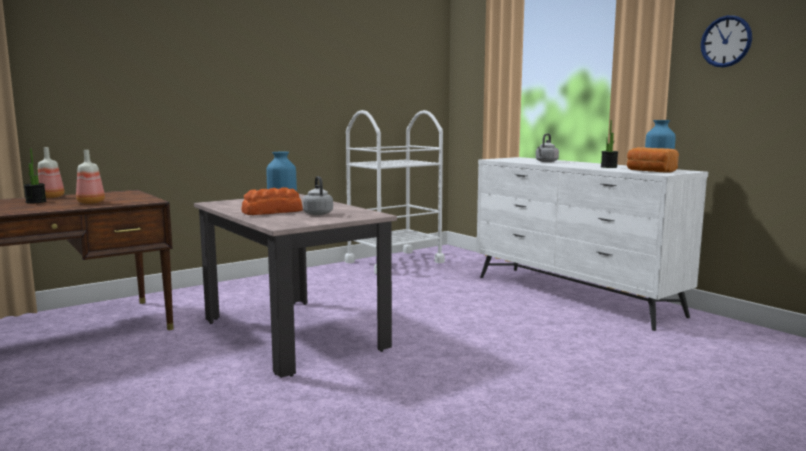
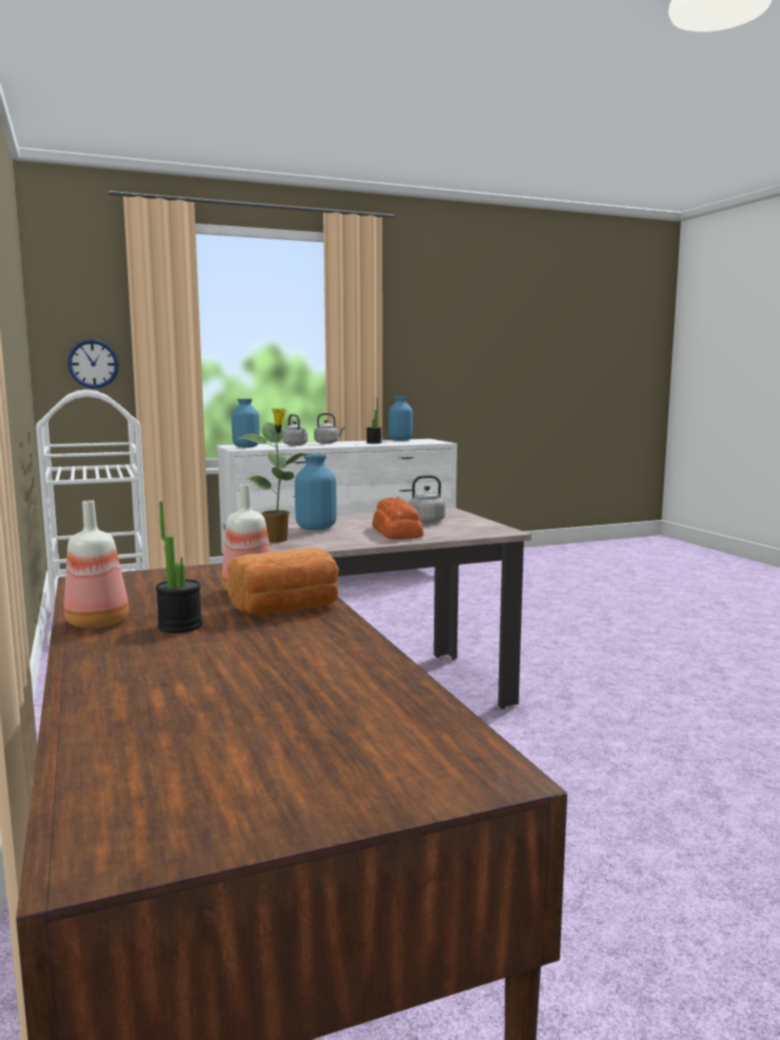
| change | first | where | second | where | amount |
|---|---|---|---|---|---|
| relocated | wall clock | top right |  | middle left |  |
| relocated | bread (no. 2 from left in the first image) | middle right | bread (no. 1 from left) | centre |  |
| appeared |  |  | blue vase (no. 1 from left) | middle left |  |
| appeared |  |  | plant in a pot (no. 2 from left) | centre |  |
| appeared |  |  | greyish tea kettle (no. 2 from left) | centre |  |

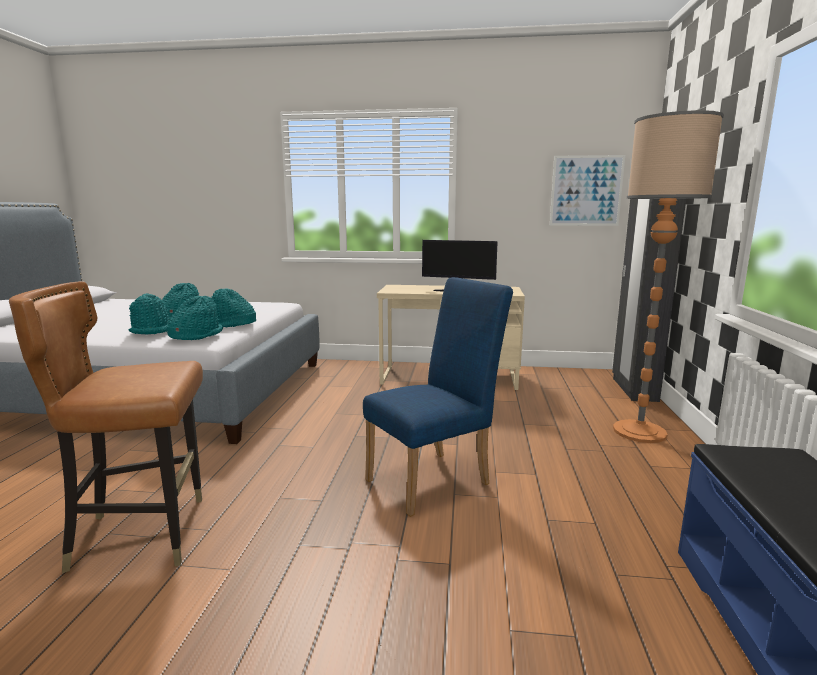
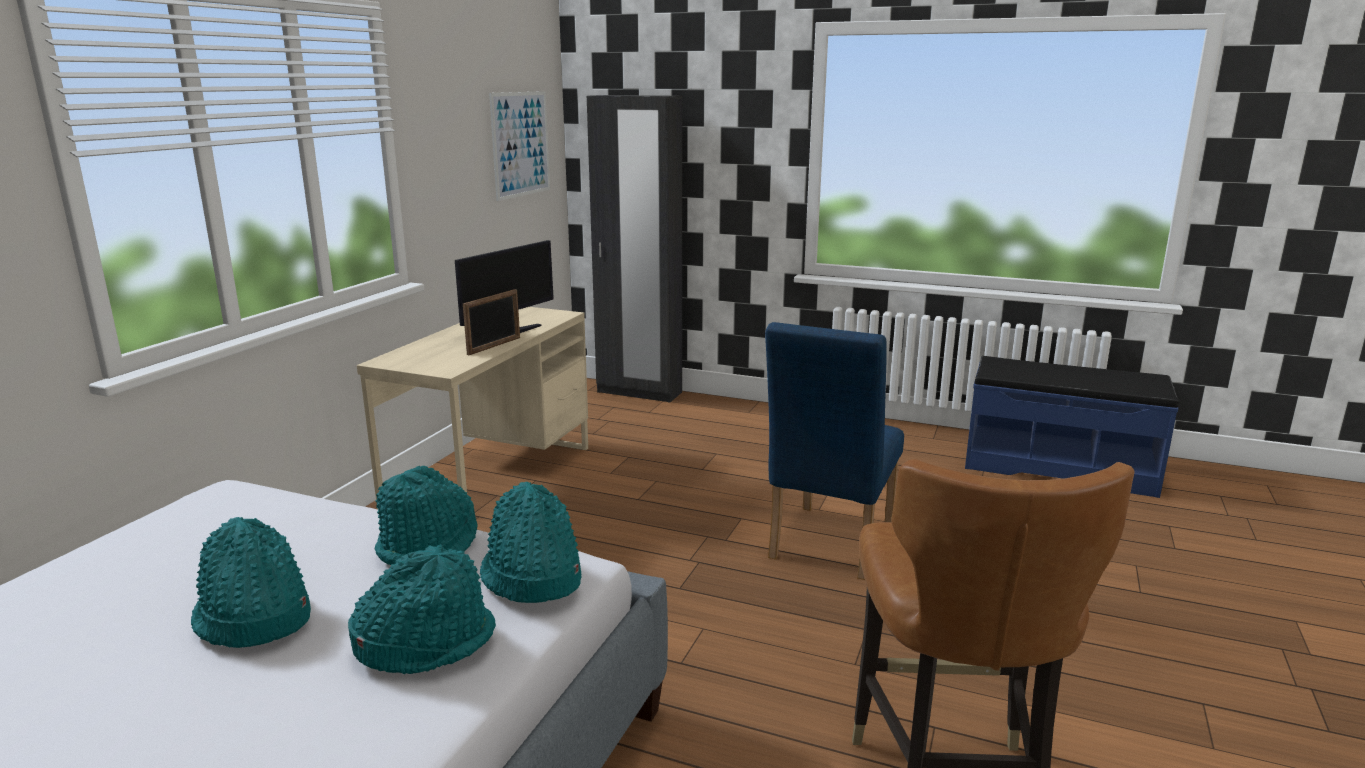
| change | first | where | second | where | amount |
|---|---|---|---|---|---|
| appeared |  |  | photo frame | centre |  |
| spun | blue plain chair | centre |  | centre | 135 degrees counterclockwise |
| missing | standing lamp | middle right |  |  |  |

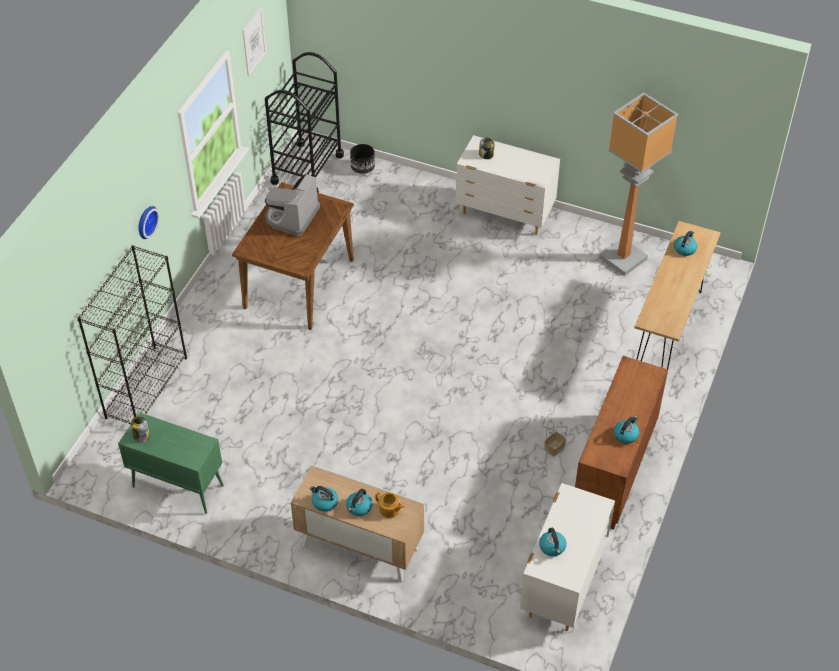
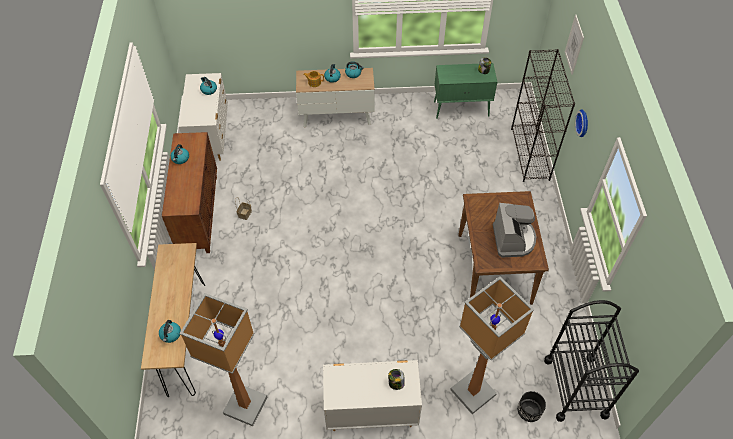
| change | first | where | second | where | amount |
|---|---|---|---|---|---|
| appeared |  |  | standing lamp (no. 2 from left) | bottom right |  |
| relocated | wall art | top left |  | top right |  |

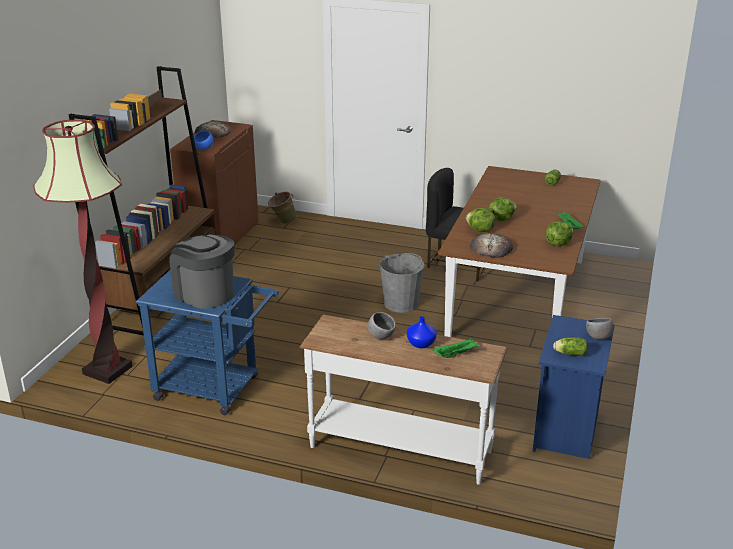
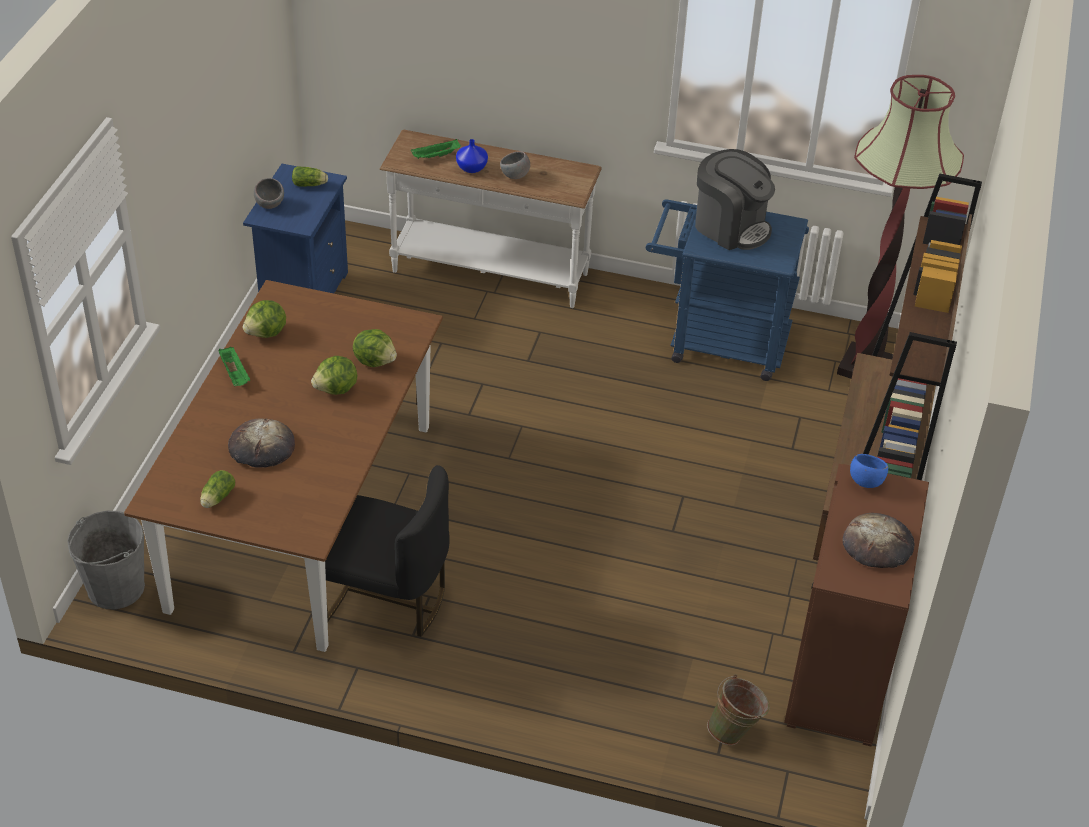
| change | first | where | second | where | amount |
|---|---|---|---|---|---|
| relocated | greyish bucket | centre |  | bottom left |  |
| relocated | bread (no. 2 from left in the first image) | middle right | bread (no. 1 from left) | middle left |  |

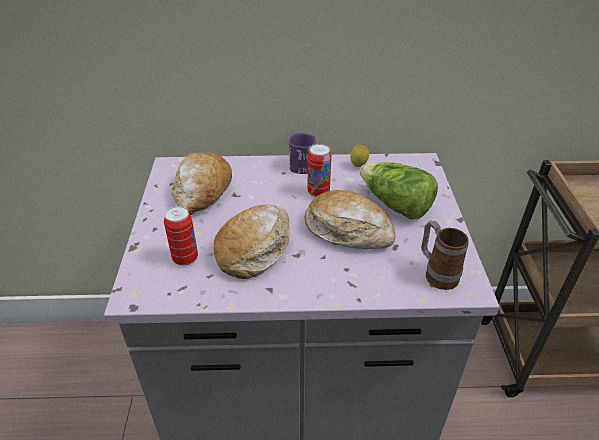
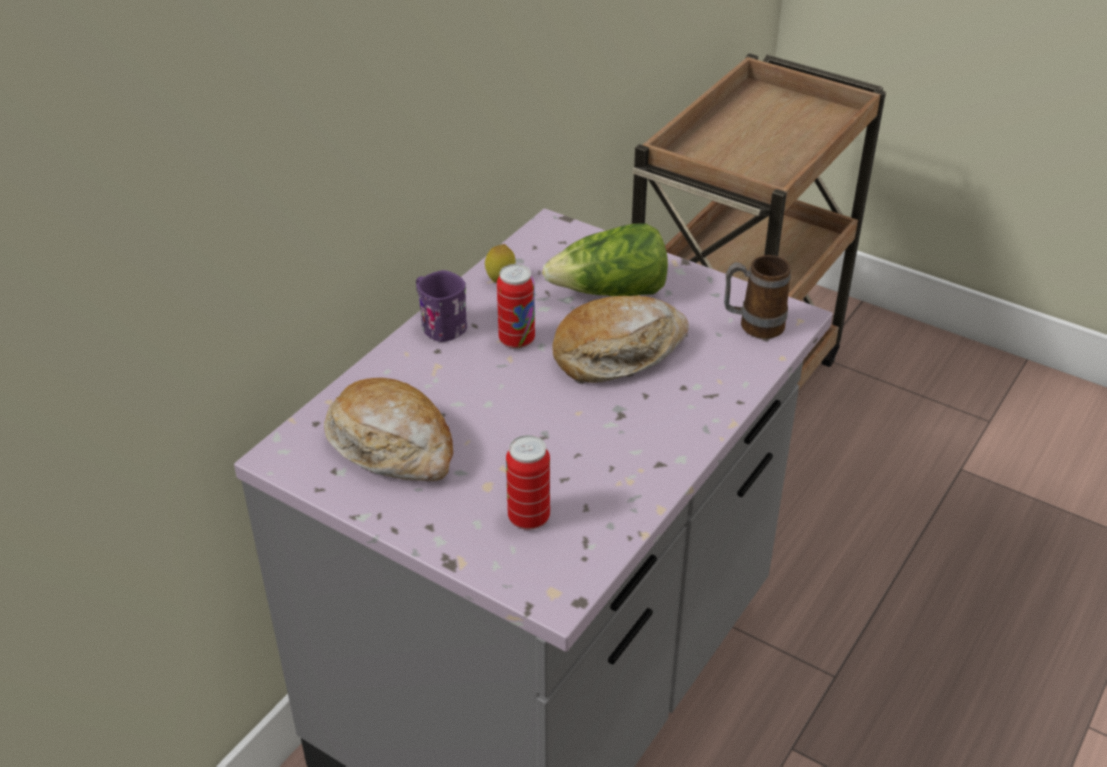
| change | first | where | second | where | amount |
|---|---|---|---|---|---|
| missing | bread (no. 2 from left) | centre |  |  |  |

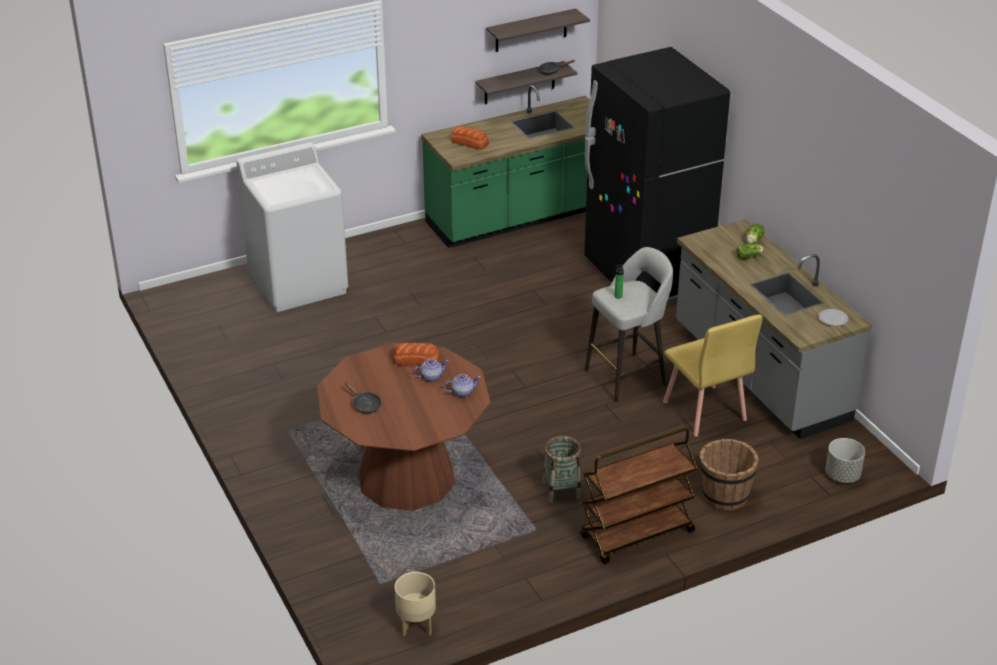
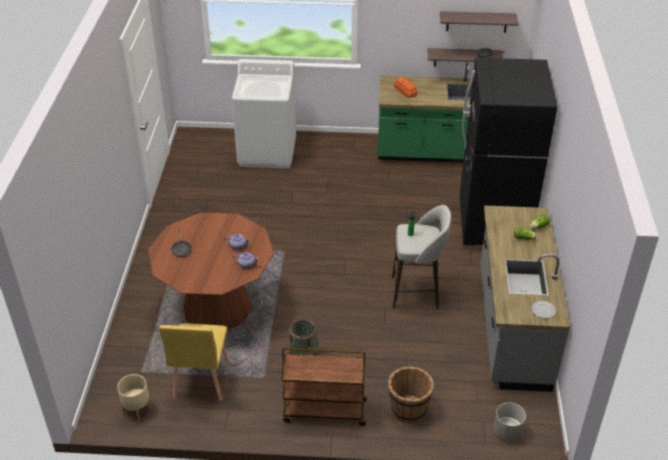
| change | first | where | second | where | amount |
|---|---|---|---|---|---|
| relocated | yellowish plain chair | middle right |  | bottom left |  |
| missing | bread (no. 1 from left) | centre |  |  |  |

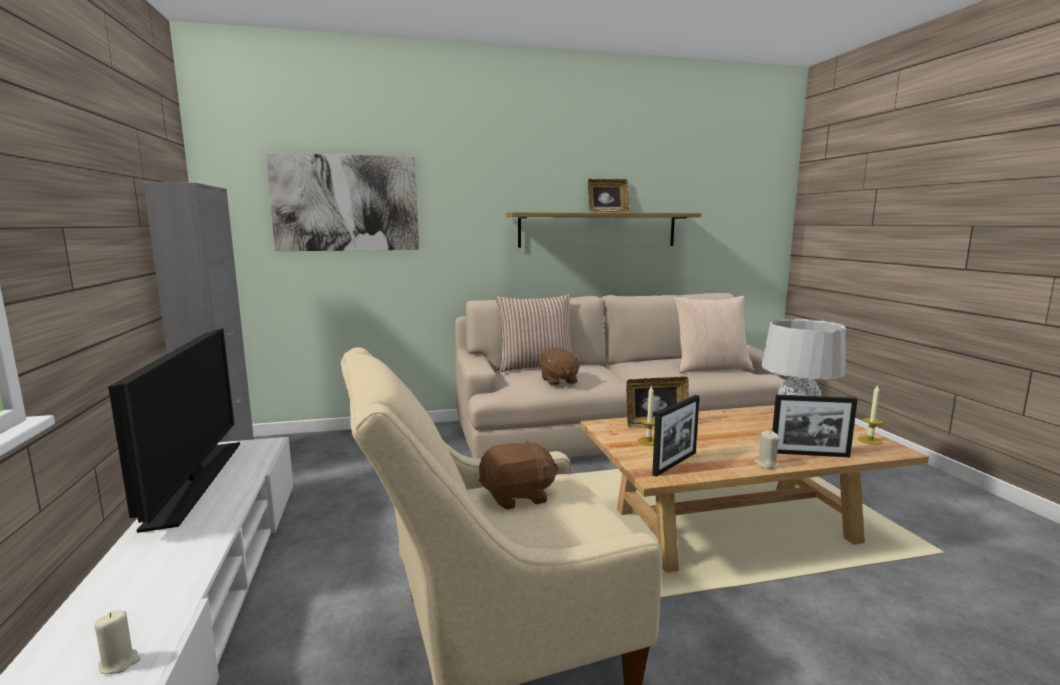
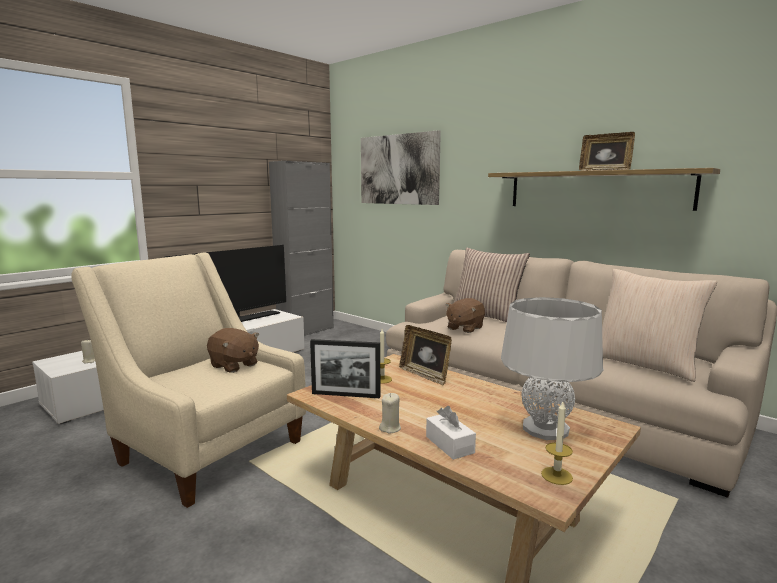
| change | first | where | second | where | amount |
|---|---|---|---|---|---|
| exchanged | photo frame (no. 4 from left) | middle right | whitish tissue box | bottom centre |  |

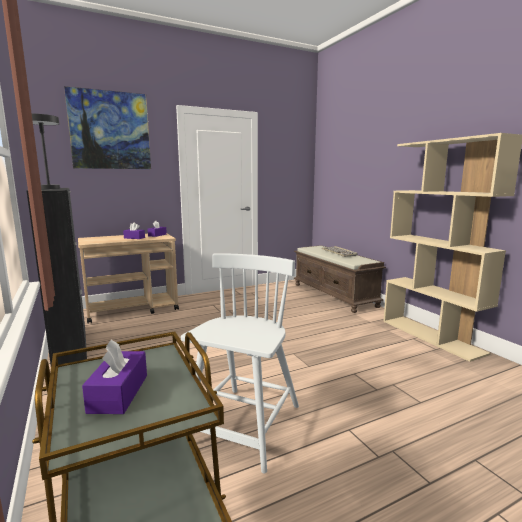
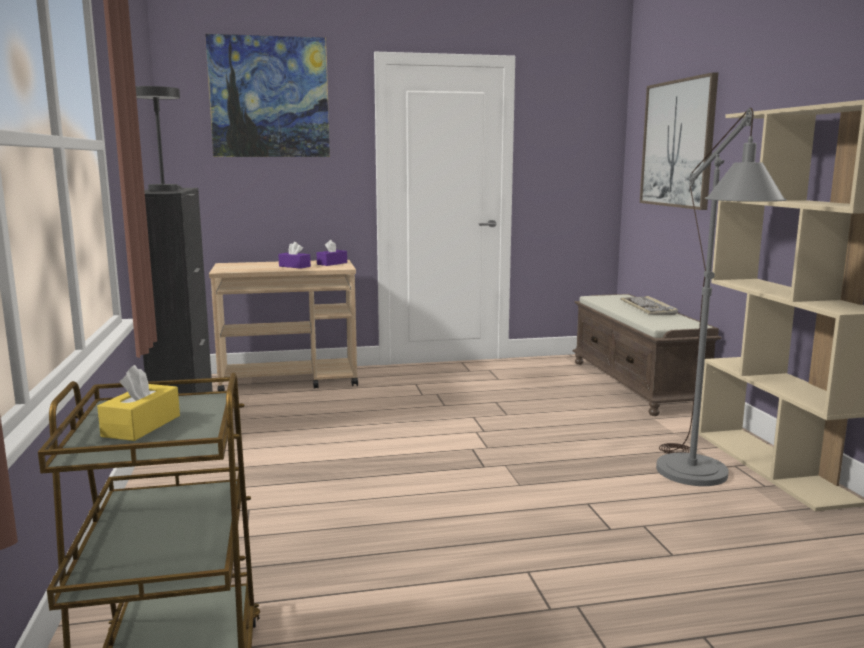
| change | first | where | second | where | amount |
|---|---|---|---|---|---|
| colour | purple-coloured tissue box (no. 1 from left) | bottom left | yellowish tissue box | middle left |  |
| appeared |  |  | wall art (no. 2 from left) | top right |  |
| appeared |  |  | greyish standing lamp | middle right |  |
| missing | whitish plain chair | bottom centre |  |  |  |

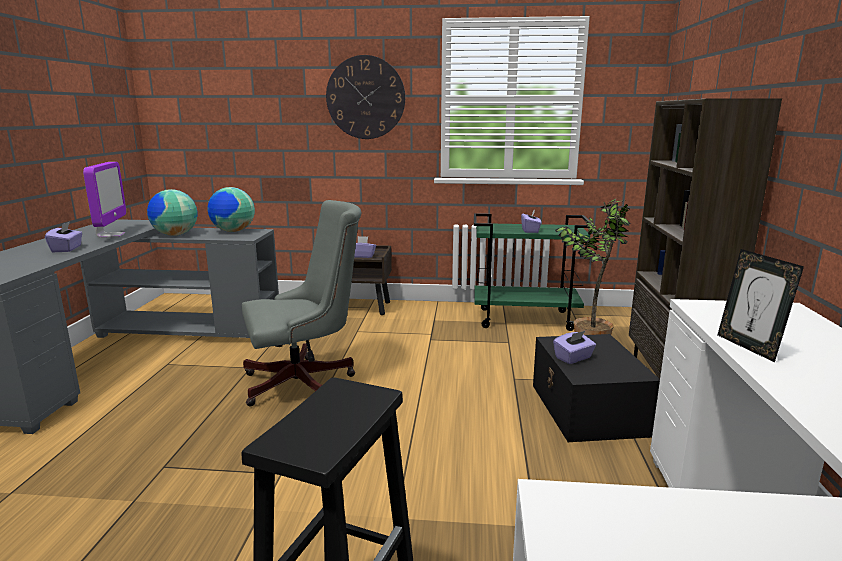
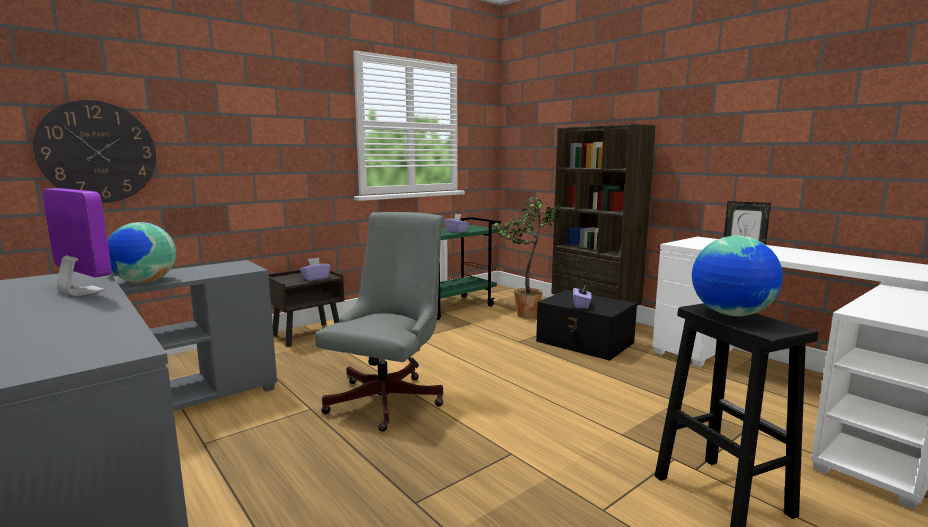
| change | first | where | second | where | amount |
|---|---|---|---|---|---|
| relocated | wall clock | top centre |  | top left |  |
| relocated | globe (no. 2 from left) | middle left |  | middle right |  |
| missing | purple-coloured tissue box (no. 1 from left) | middle left |  |  |  |

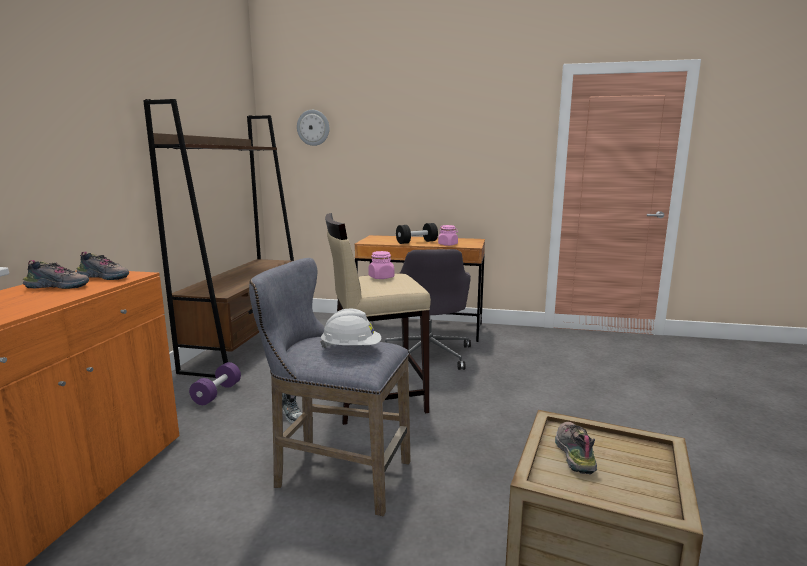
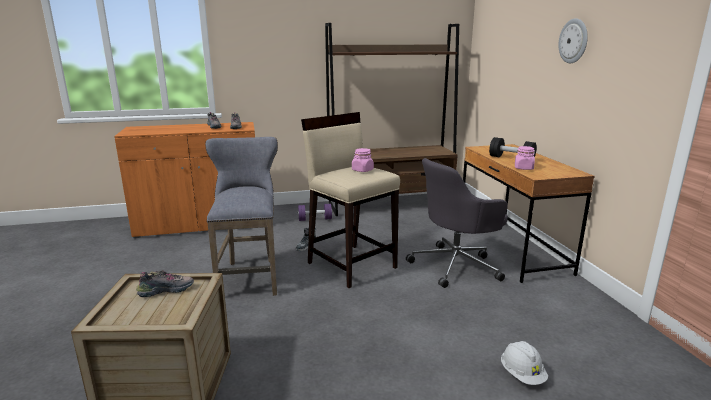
| change | first | where | second | where | amount |
|---|---|---|---|---|---|
| relocated | whitish hard hat | centre |  | bottom right |  |
| relocated | wall clock | top centre |  | top right |  |

